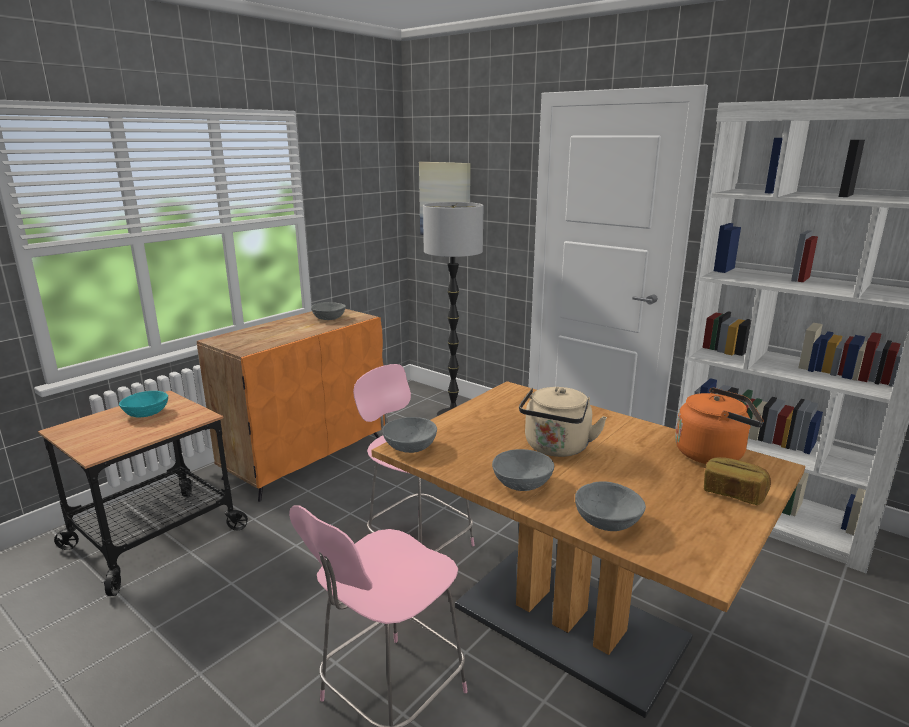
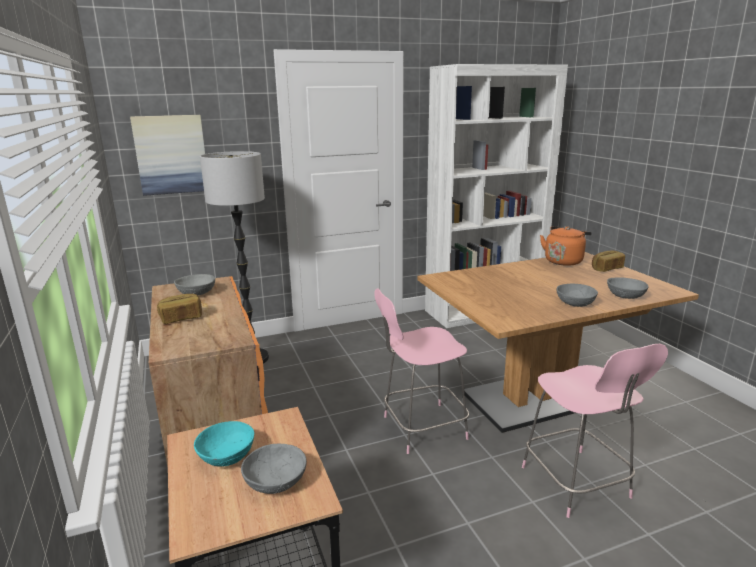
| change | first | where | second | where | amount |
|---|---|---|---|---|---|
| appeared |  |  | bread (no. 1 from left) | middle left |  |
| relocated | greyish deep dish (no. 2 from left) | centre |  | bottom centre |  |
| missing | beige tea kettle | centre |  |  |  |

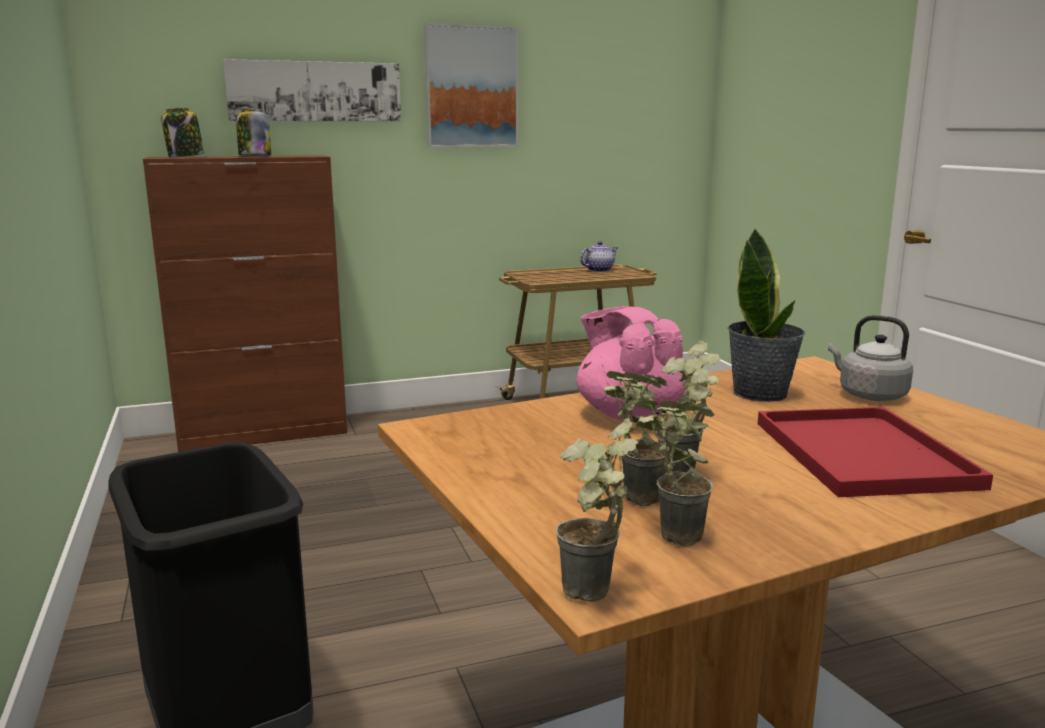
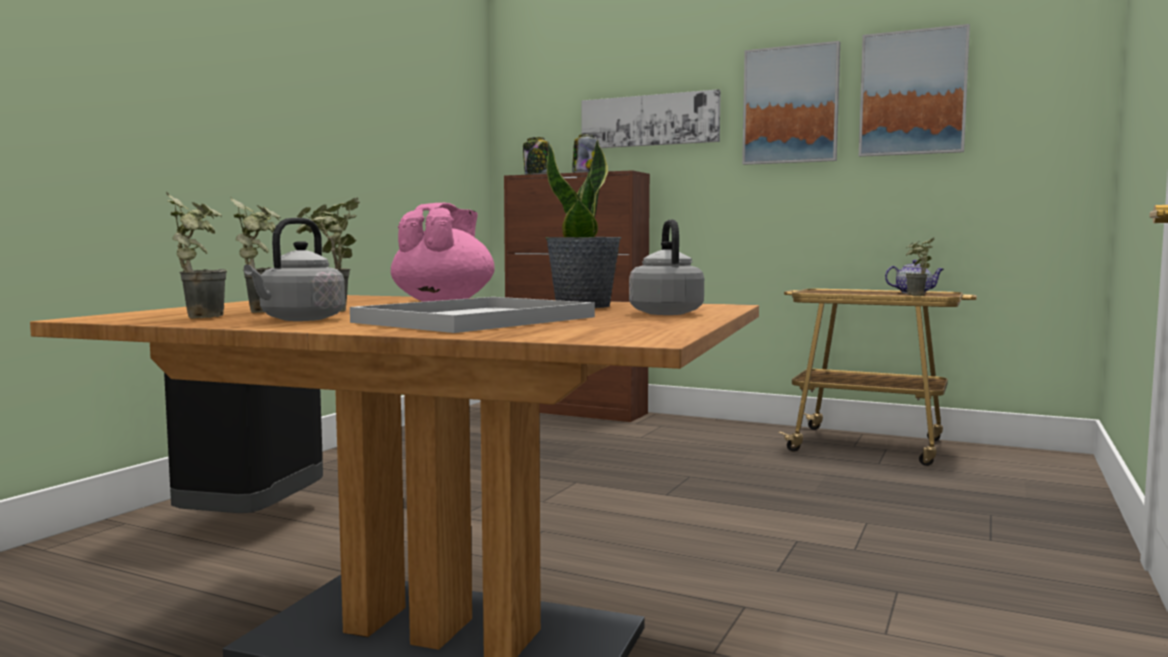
| change | first | where | second | where | amount |
|---|---|---|---|---|---|
| appeared |  |  | greyish tea kettle (no. 1 from left) | middle left |  |
| colour | red serving tray | middle right | whitish serving tray | centre |  |
| appeared |  |  | wall art (no. 3 from left) | top right |  |
| relocated | plant in a pot (no. 1 from left in the first image) | bottom centre | plant in a pot (no. 5 from left) | middle right |  |

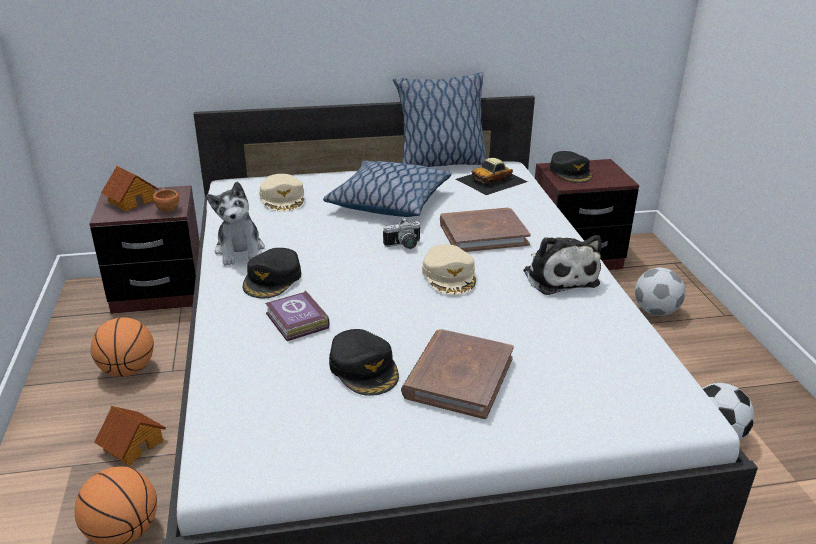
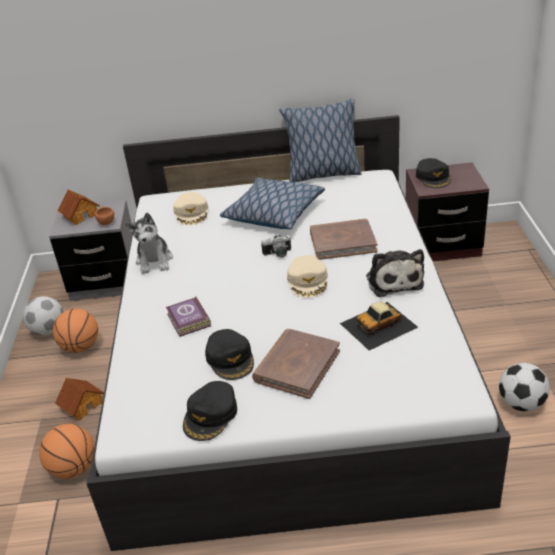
| change | first | where | second | where | amount |
|---|---|---|---|---|---|
| relocated | football ball (no. 1 from left) | middle right |  | middle left |  |
| colour | brown nightstand (no. 1 from left) | middle left | greyish nightstand | middle left |  |
| relocated | blackish cap (no. 1 from left) | centre |  | bottom centre |  |
| relocated | toy car | top centre |  | middle right |  |

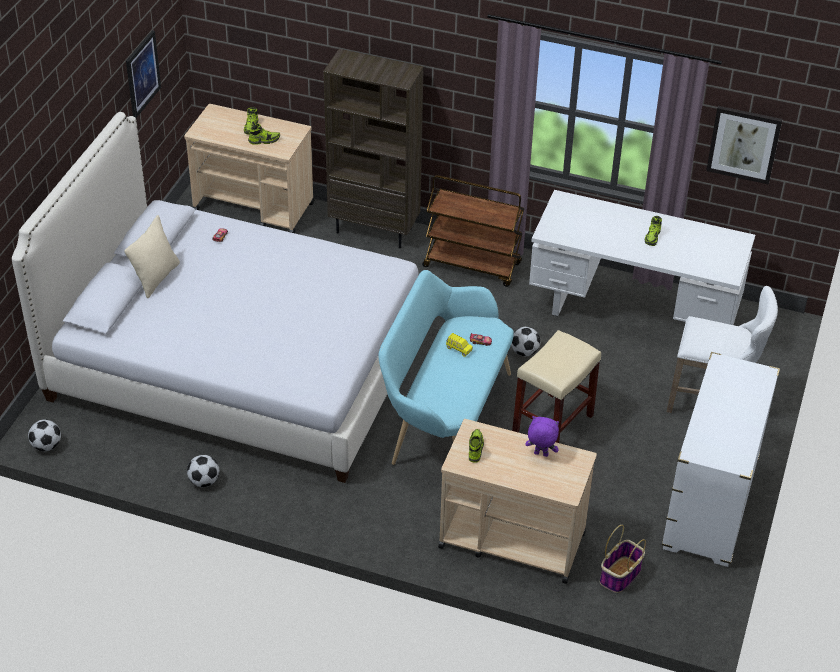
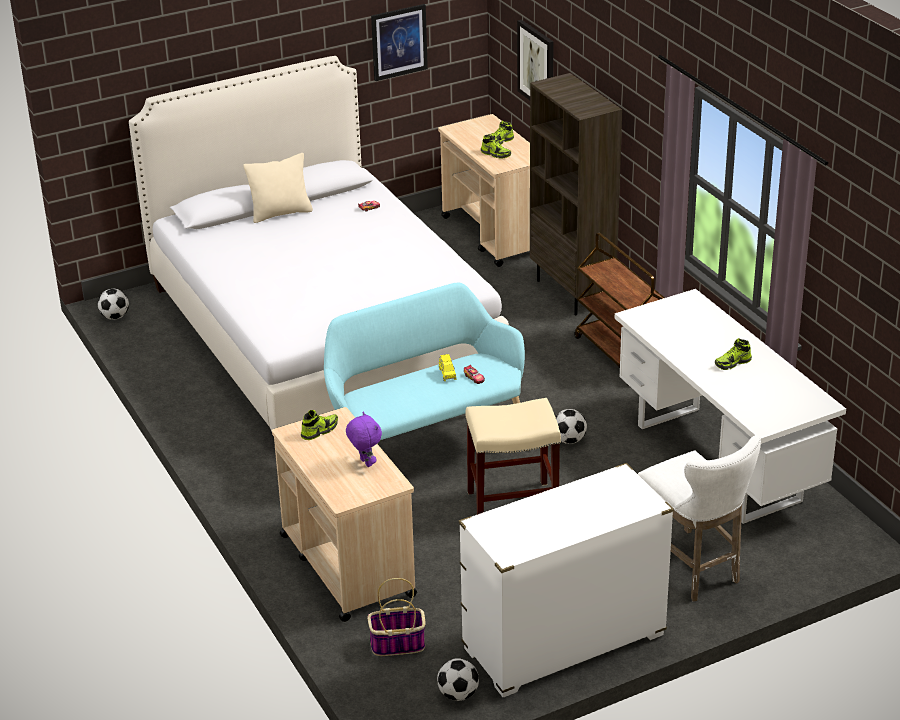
| change | first | where | second | where | amount |
|---|---|---|---|---|---|
| relocated | football ball (no. 2 from left) | bottom left |  | bottom centre |  |
| relocated | wall art (no. 2 from left) | top right |  | top centre |  |

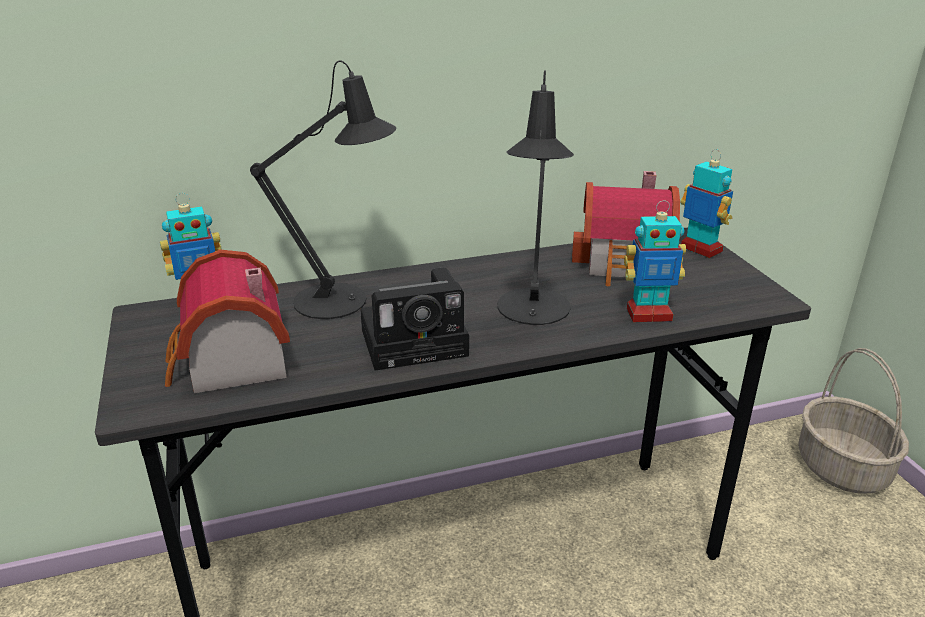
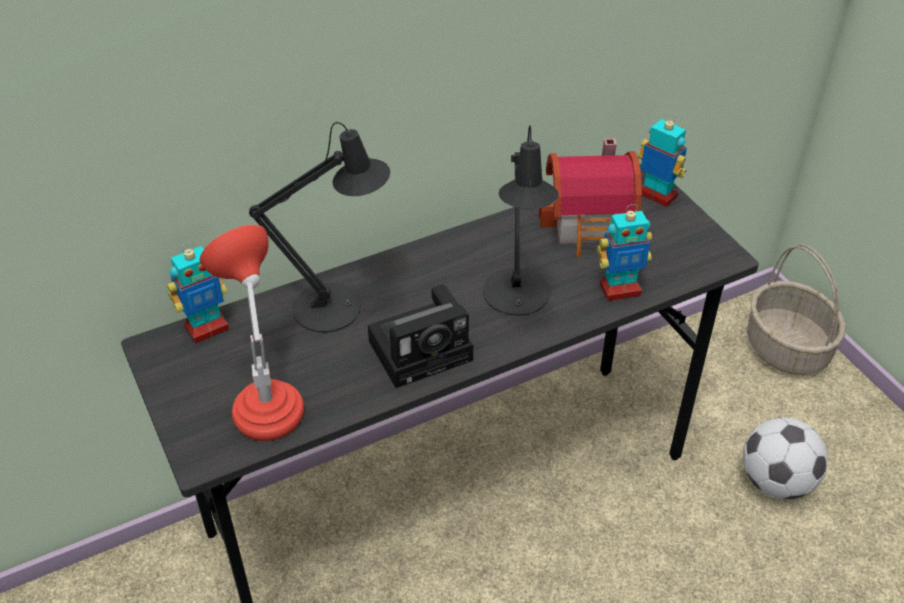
| change | first | where | second | where | amount |
|---|---|---|---|---|---|
| exchanged | miniature house (no. 1 from left) | middle left | red tabletop lamp | middle left |  |
| appeared |  |  | football ball | bottom right |  |

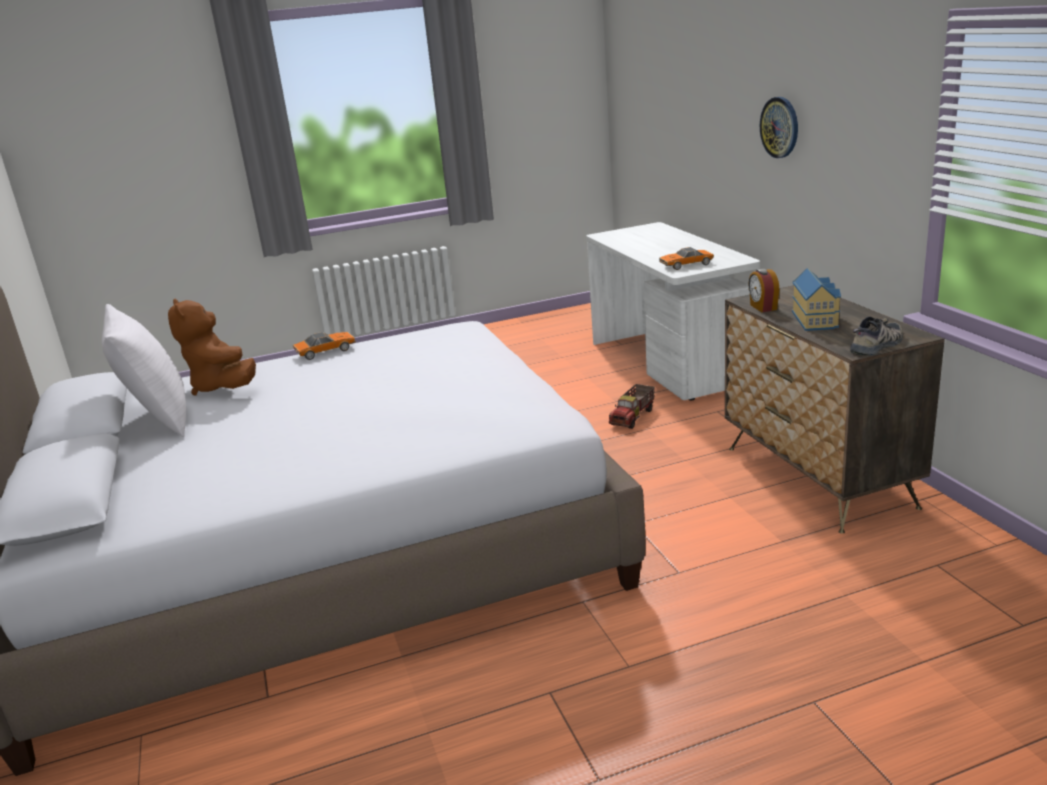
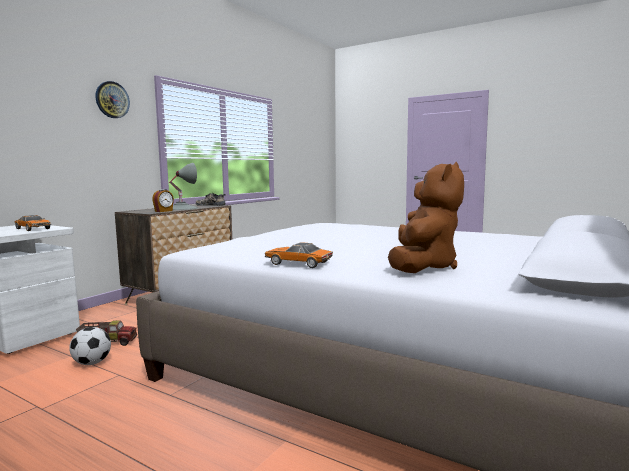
| change | first | where | second | where | amount |
|---|---|---|---|---|---|
| appeared |  |  | football ball | bottom left |  |
| relocated | wall clock | top right |  | top left |  |
| exchanged | miniature house | middle right | greyish tabletop lamp | middle left |  |
| missing | whitish cushion | middle left |  |  |  |

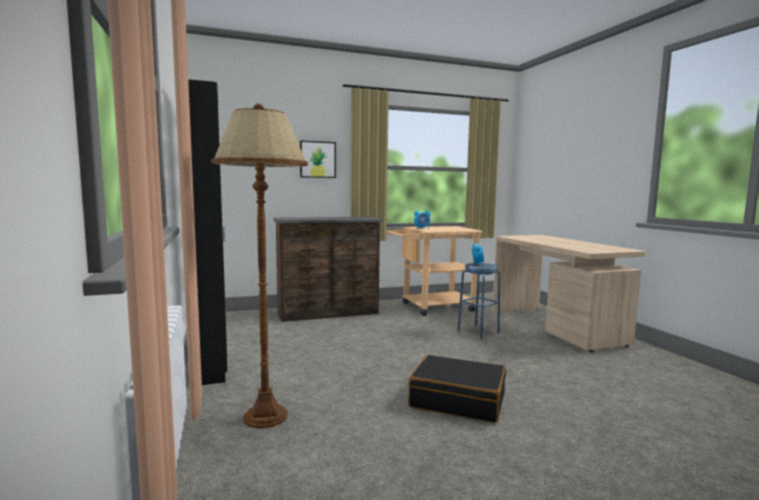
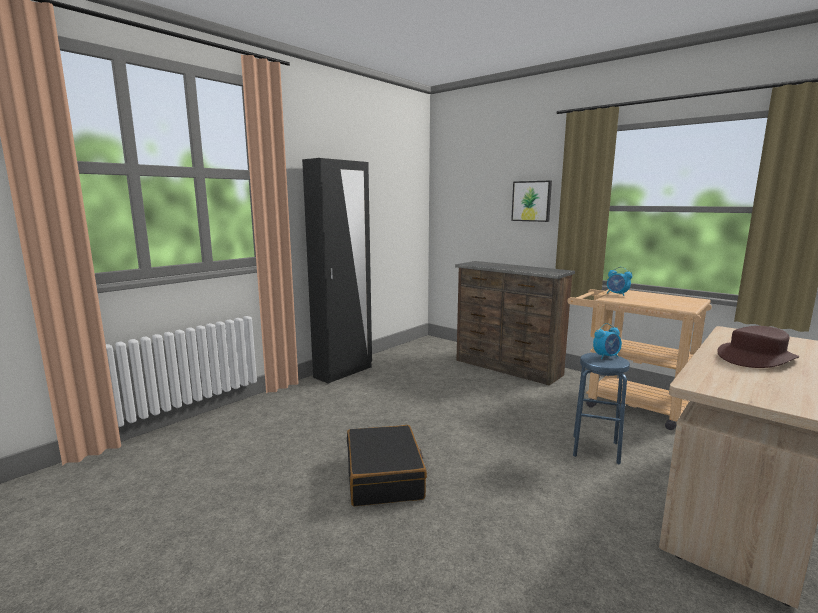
| change | first | where | second | where | amount |
|---|---|---|---|---|---|
| appeared |  |  | brown clothing hat | middle right |  |
| missing | brown standing lamp | centre |  |  |  |

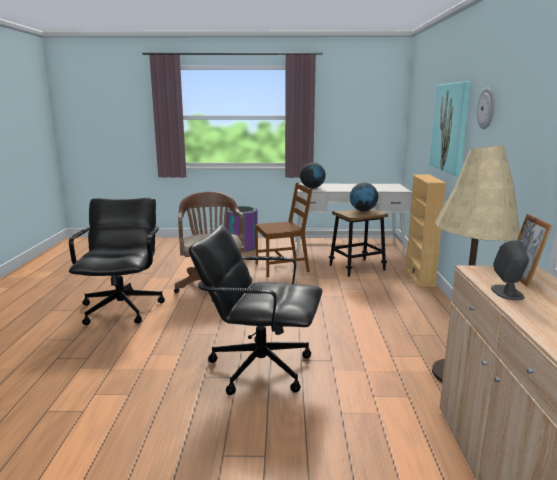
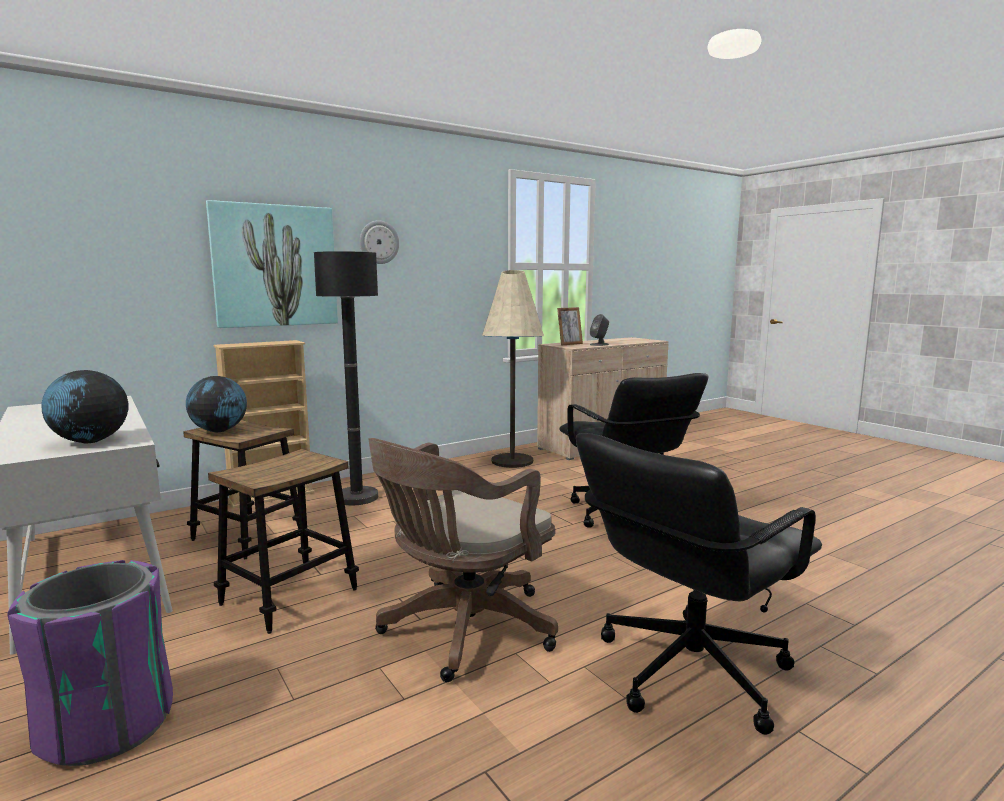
| change | first | where | second | where | amount |
|---|---|---|---|---|---|
| exchanged | brown plain chair | centre | sitting stool (no. 2 from left) | bottom left |  |
| appeared |  |  | blackish standing lamp | centre |  |

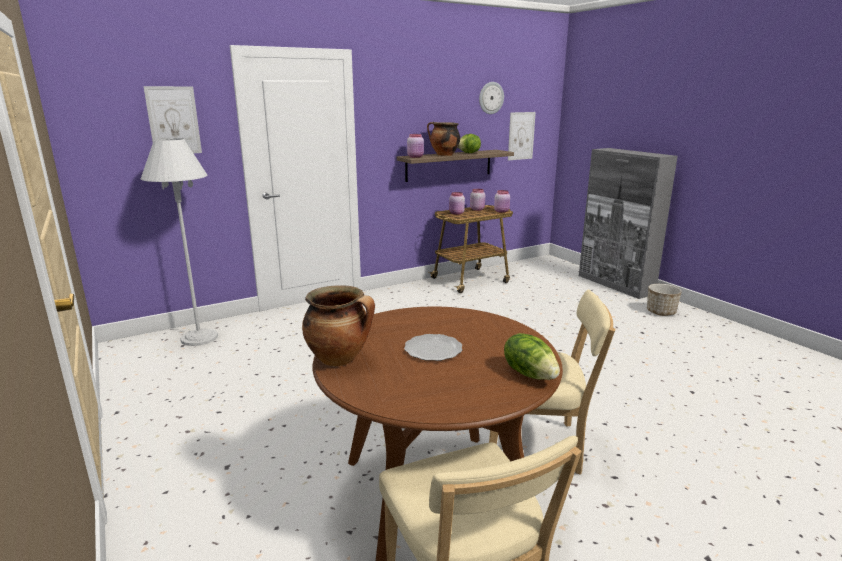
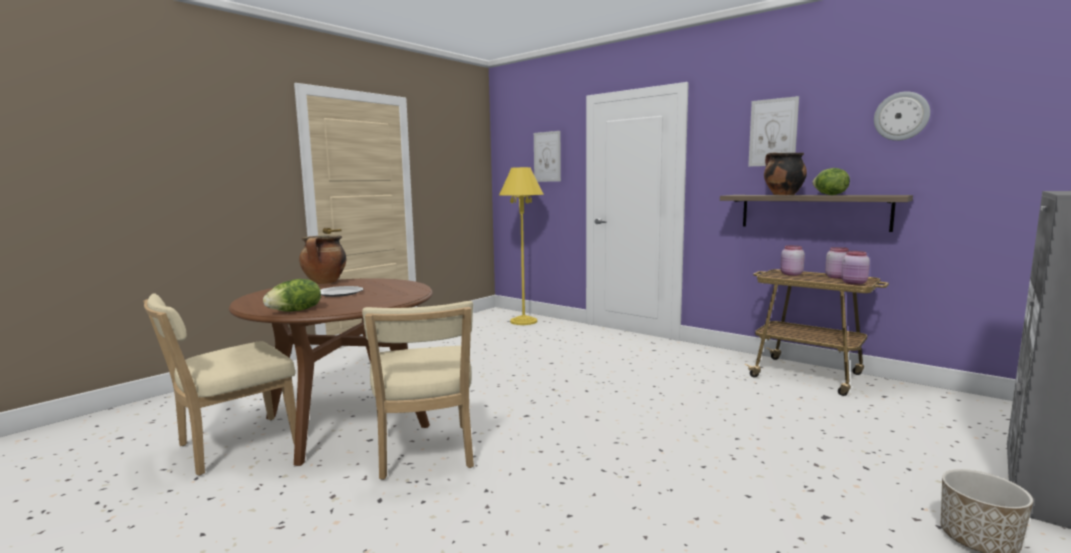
| change | first | where | second | where | amount |
|---|---|---|---|---|---|
| colour | whitish standing lamp | middle left | yellowish standing lamp | centre |  |
| relocated | wall art (no. 2 from left) | top centre |  | top right |  |
| missing | pinkish preserve jar (no. 1 from left) | top centre |  |  |  |

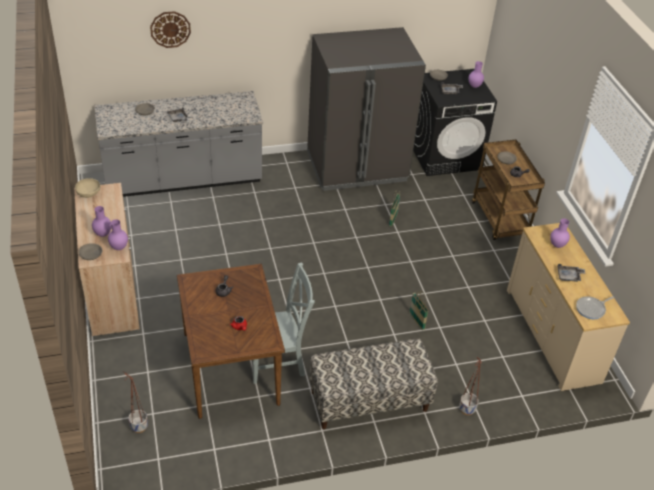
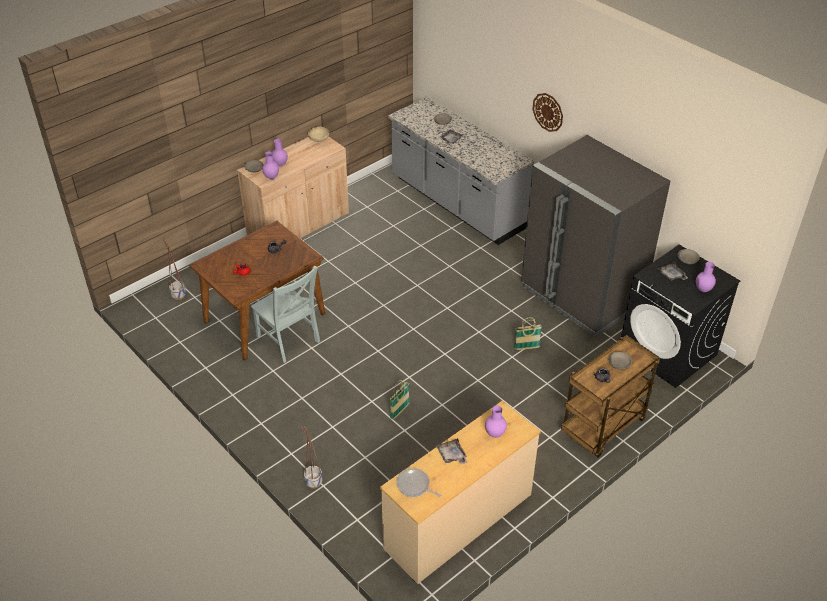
| change | first | where | second | where | amount |
|---|---|---|---|---|---|
| relocated | wall clock | top left |  | top centre |  |
| missing | long seat | bottom centre |  |  |  |

